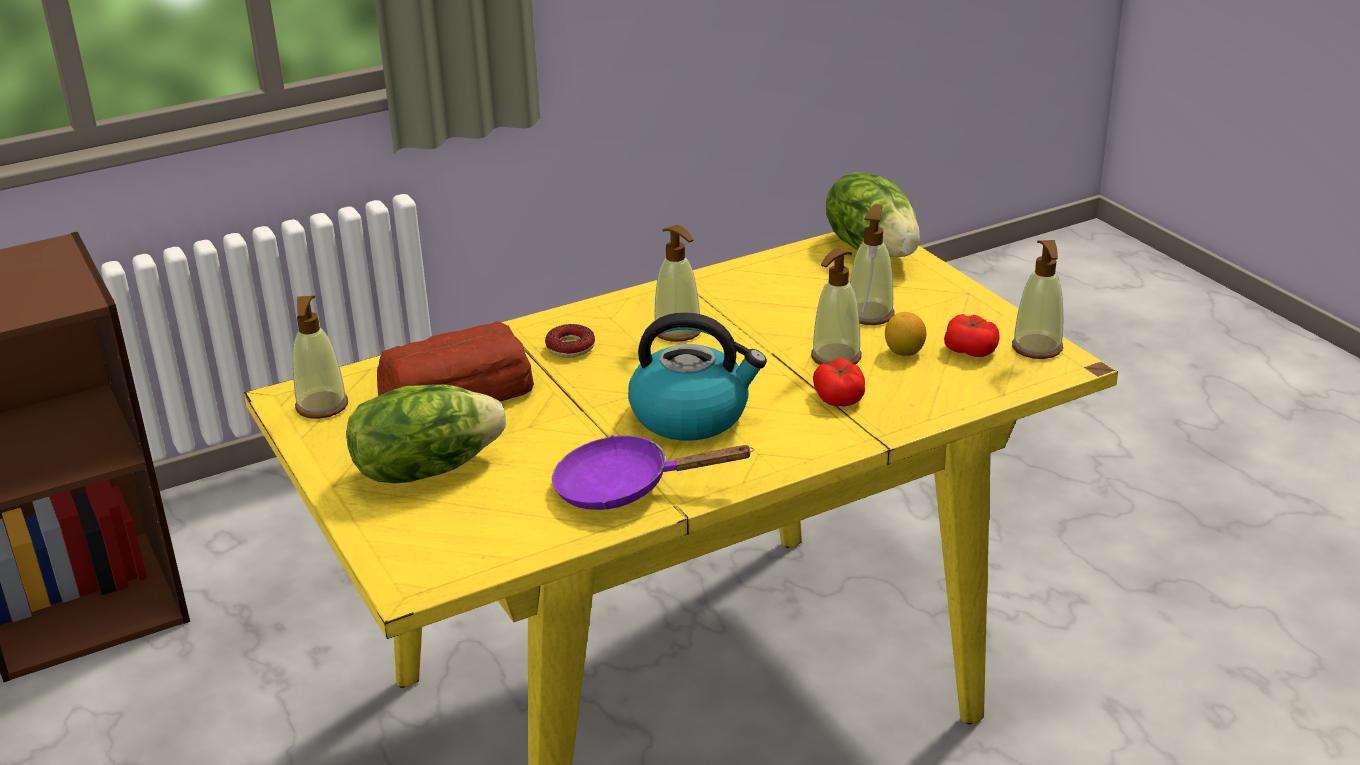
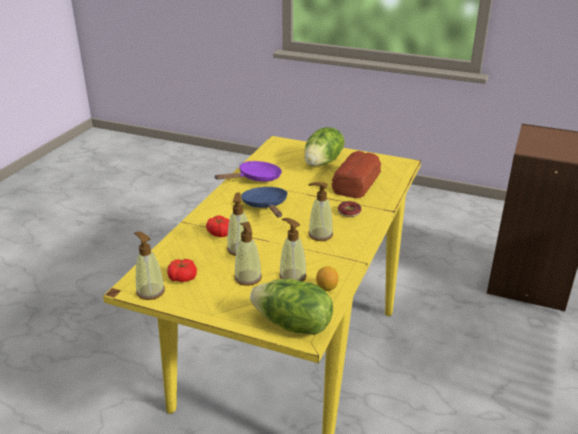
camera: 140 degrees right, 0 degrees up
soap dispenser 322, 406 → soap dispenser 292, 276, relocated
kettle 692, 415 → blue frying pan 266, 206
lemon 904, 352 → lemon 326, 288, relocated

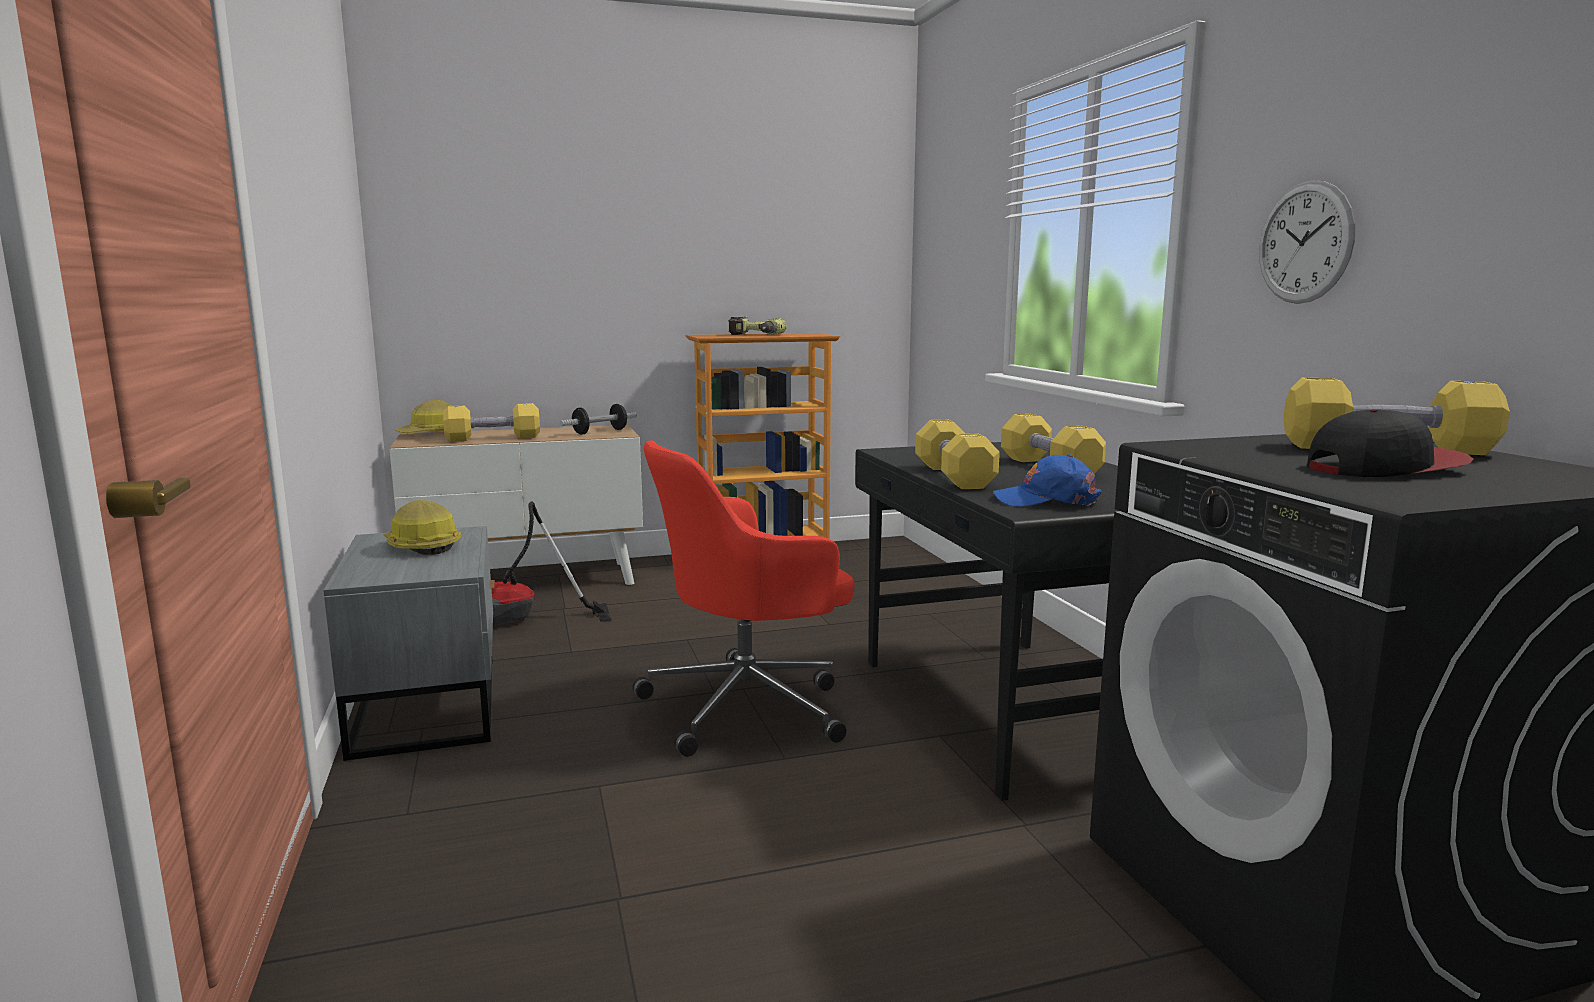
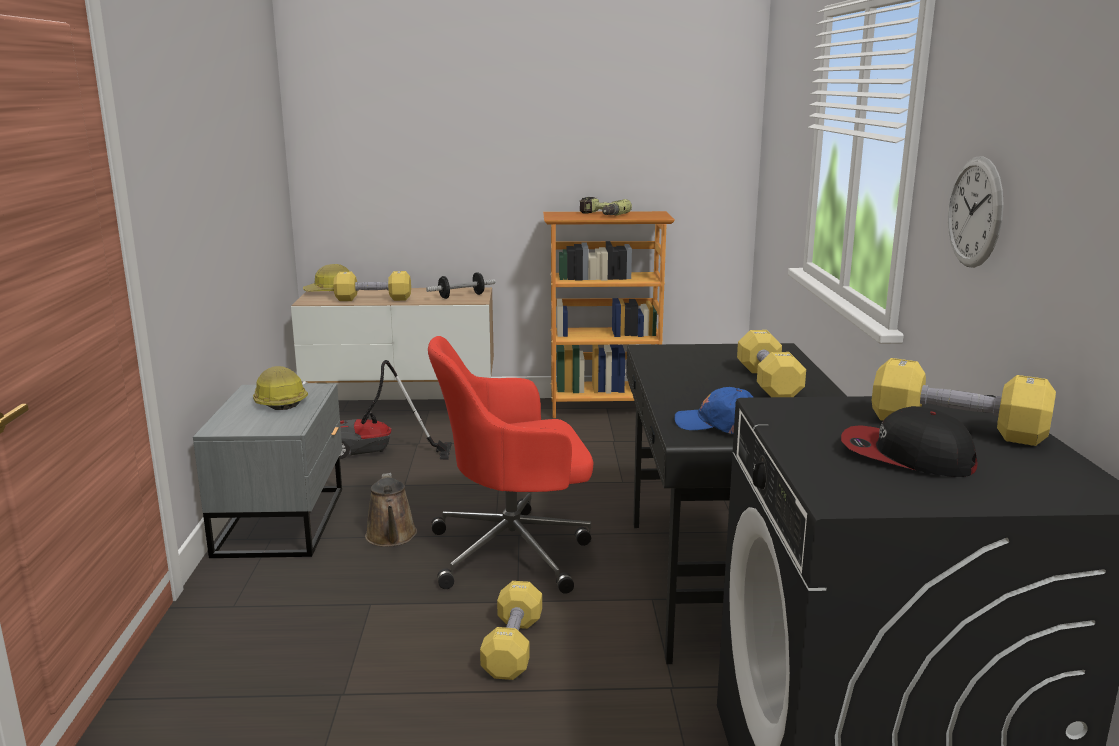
camera: 15 degrees right, 5 degrees up
yellow dumbbell 953, 477 → yellow dumbbell 513, 647, relocated
cap 1384, 468 → cap 906, 456, 150 degrees counterclockwise
- → brown watering can 391, 537

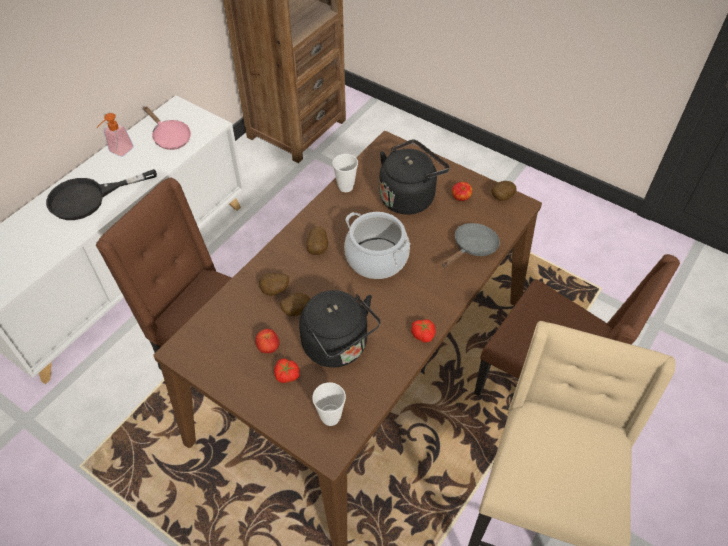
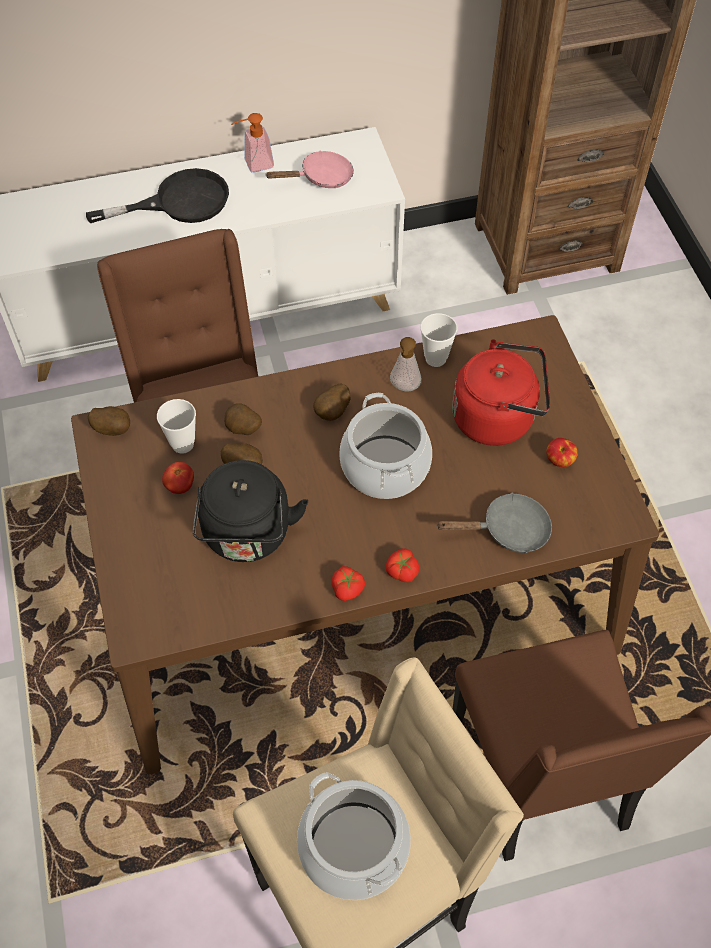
camera: 40 degrees right, 5 degrees up
black frying pan 88, 198 → black frying pan 179, 202, 150 degrees clockwise
pink frying pan 170, 137 → pink frying pan 321, 178, 105 degrees counterclockwise
tomato 286, 375 → tomato 401, 571, relocated
cup 330, 417 → cup 182, 444, relocated
black kettle 409, 196 → red kettle 498, 417
potato 501, 197 → potato 113, 429, relocated
- → cooking pot 354, 847
- → soap dispenser 404, 388

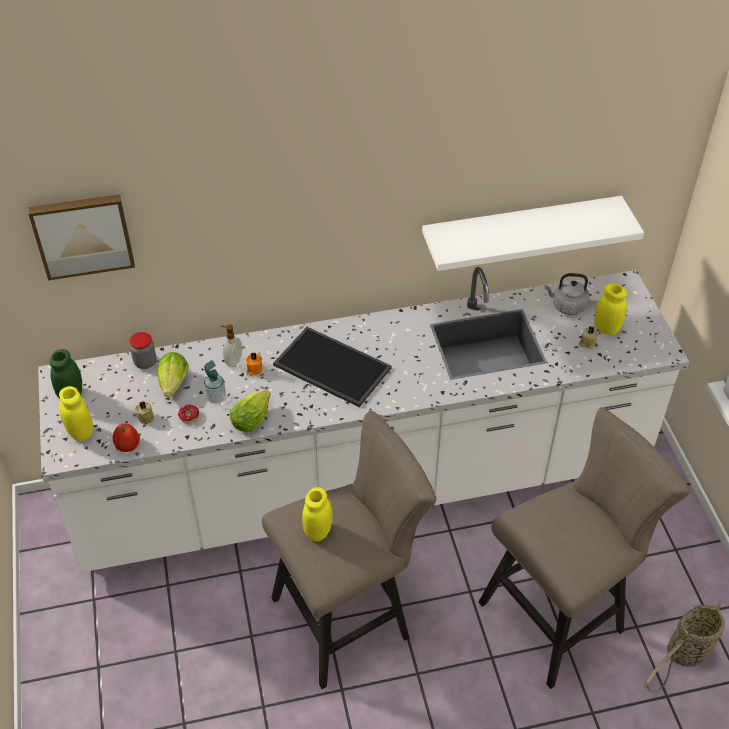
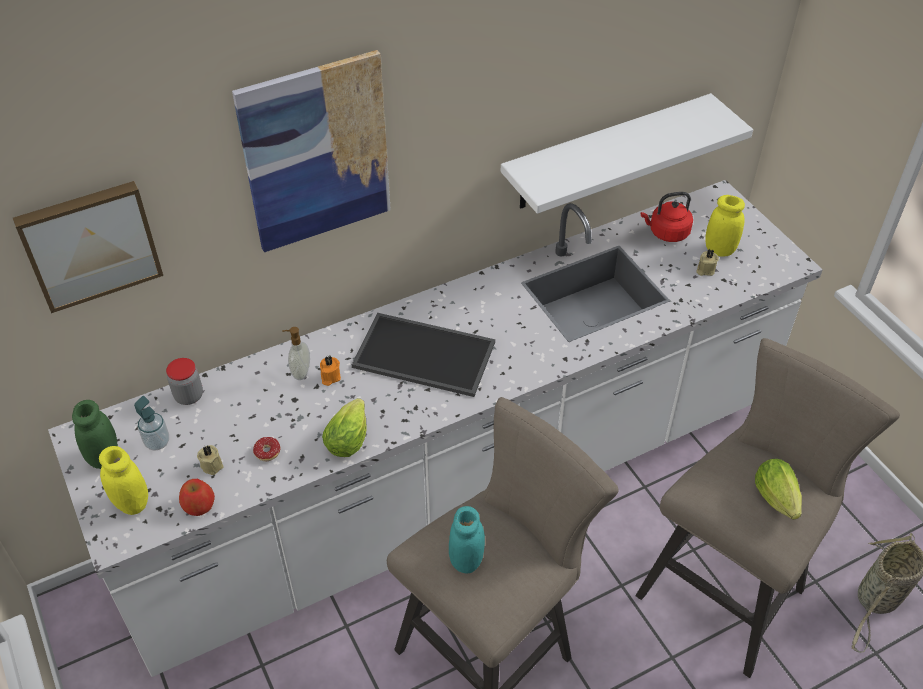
camera: 15 degrees left, 0 degrees up
lettuce 173, 386 → lettuce 777, 501, relocated
soap dispenser 216, 398 → soap dispenser 157, 442, relocated
yellow jar 318, 531 → turquoise jar 466, 560
grey kettle 566, 306 → red kettle 666, 233
- → picture 316, 153

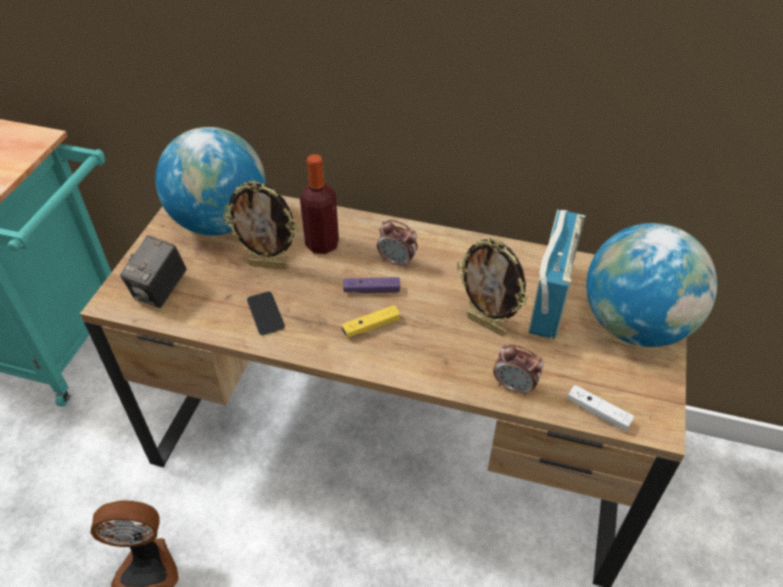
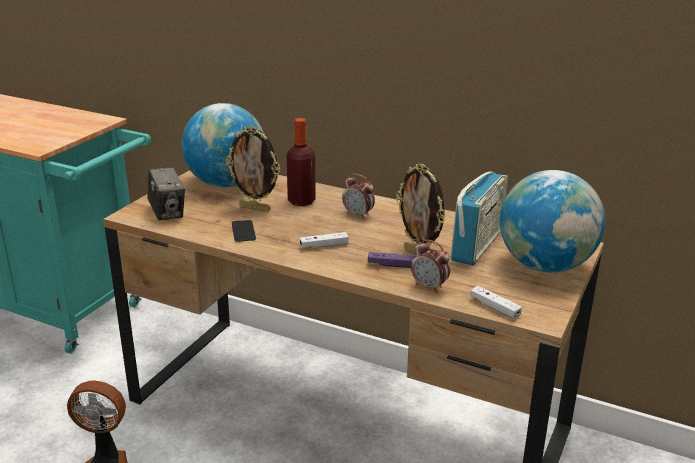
camera: 10 degrees right, 20 degrees down
photo camera 161, 291 → photo camera 168, 213, 60 degrees counterclockwise
yellow game controller 371, 326 → white game controller 324, 246
purple game controller 371, 290 → purple game controller 393, 265, relocated

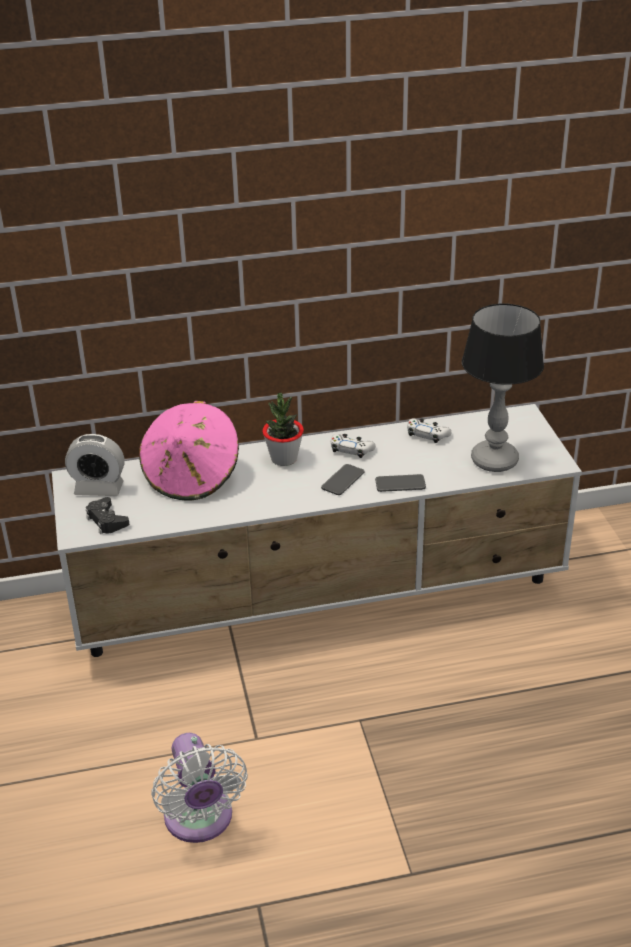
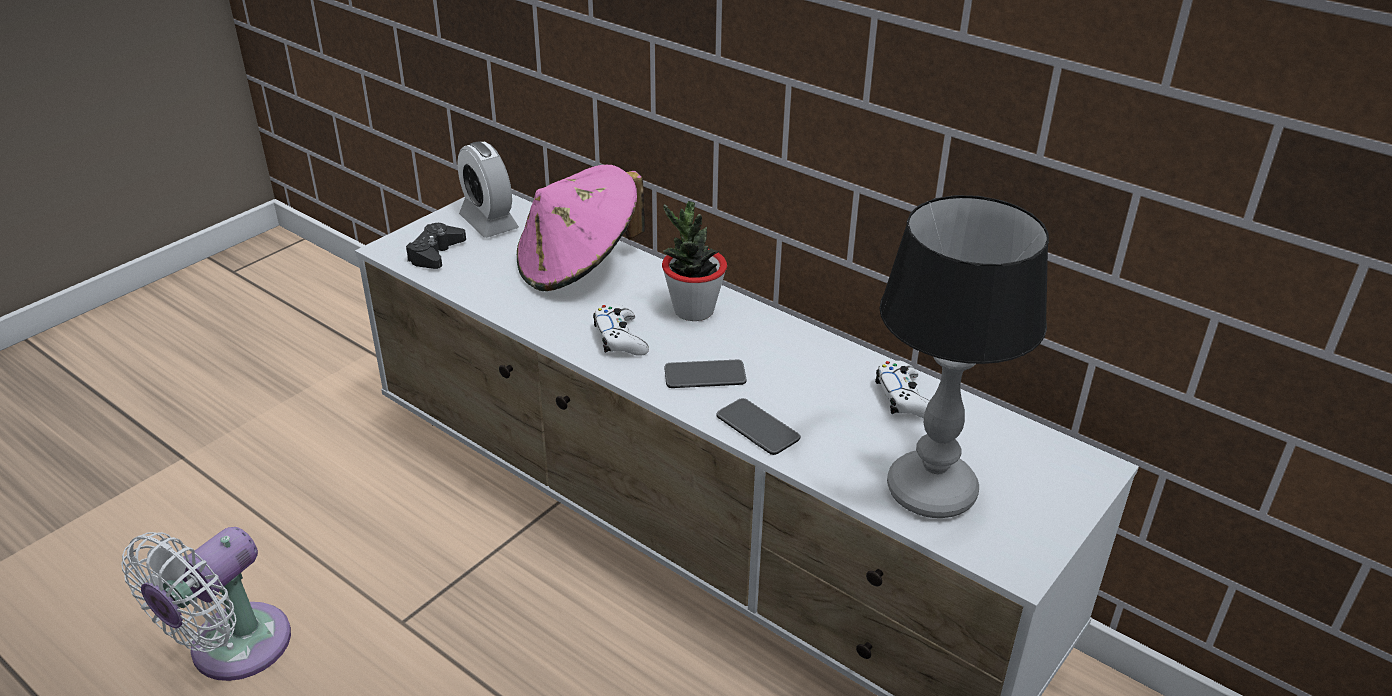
camera: 50 degrees right, 0 degrees up
white game controller 351, 450 → white game controller 620, 339, relocated

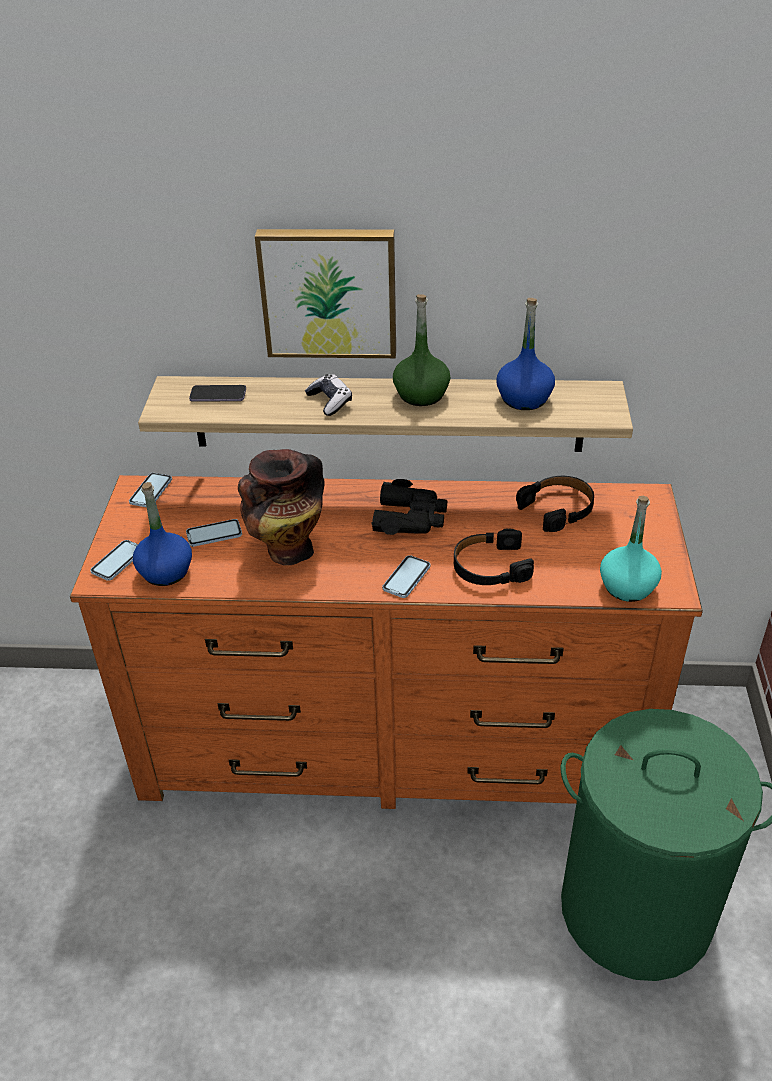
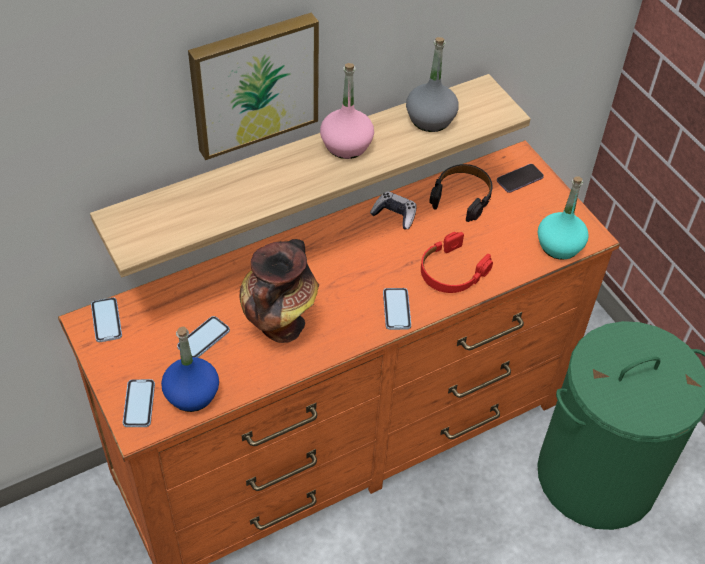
camera: 35 degrees left, 10 degrees up
phone 218, 395 → phone 519, 179, relocated
game controller 330, 401 → game controller 394, 215, relocated
black binoculars 410, 518 → -
green bottle 421, 394 → pink bottle 346, 145
black headphones 490, 567 → red headphones 451, 271
blue bottle 524, 398 → grey bottle 430, 119

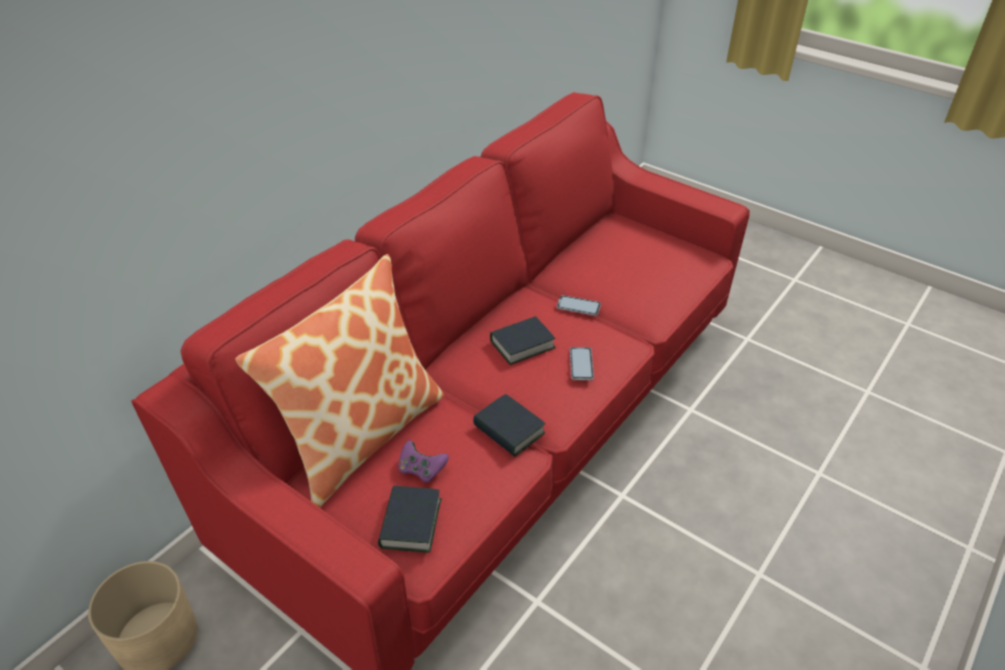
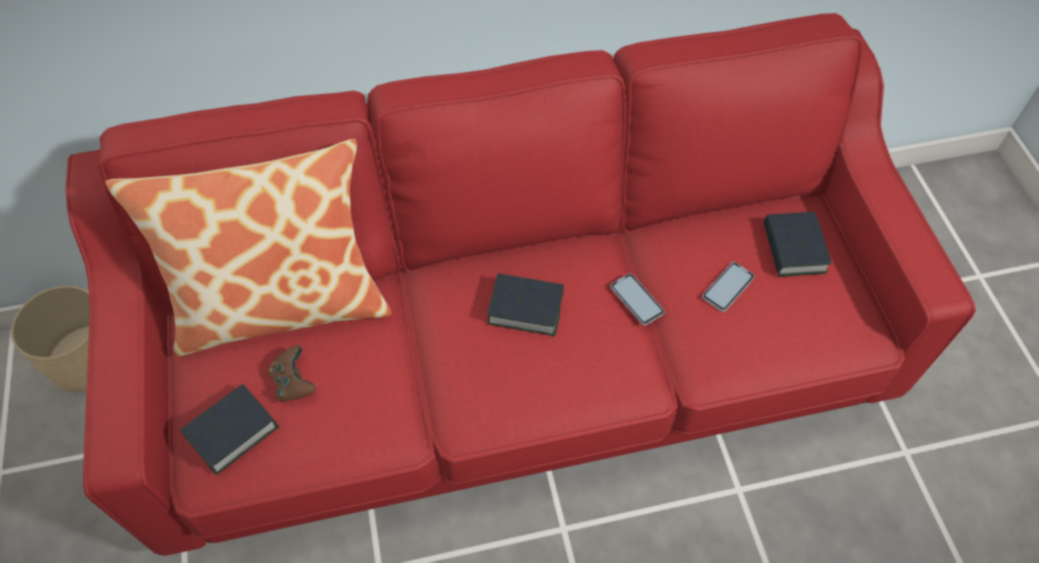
camera: 40 degrees right, 15 degrees up
purple game controller 421, 470 → brown game controller 293, 382
book 509, 430 → book 793, 249, relocated
phone 581, 364 → phone 728, 287, relocated

